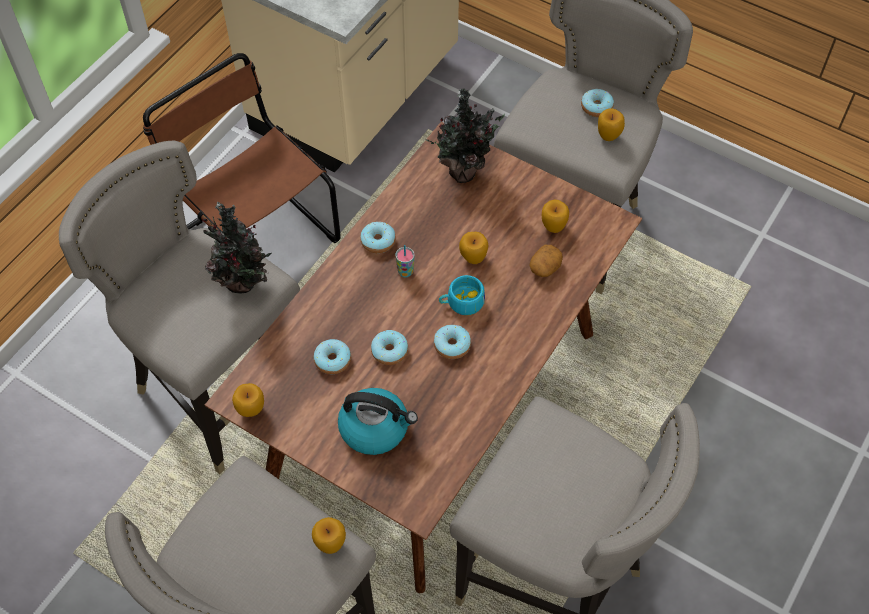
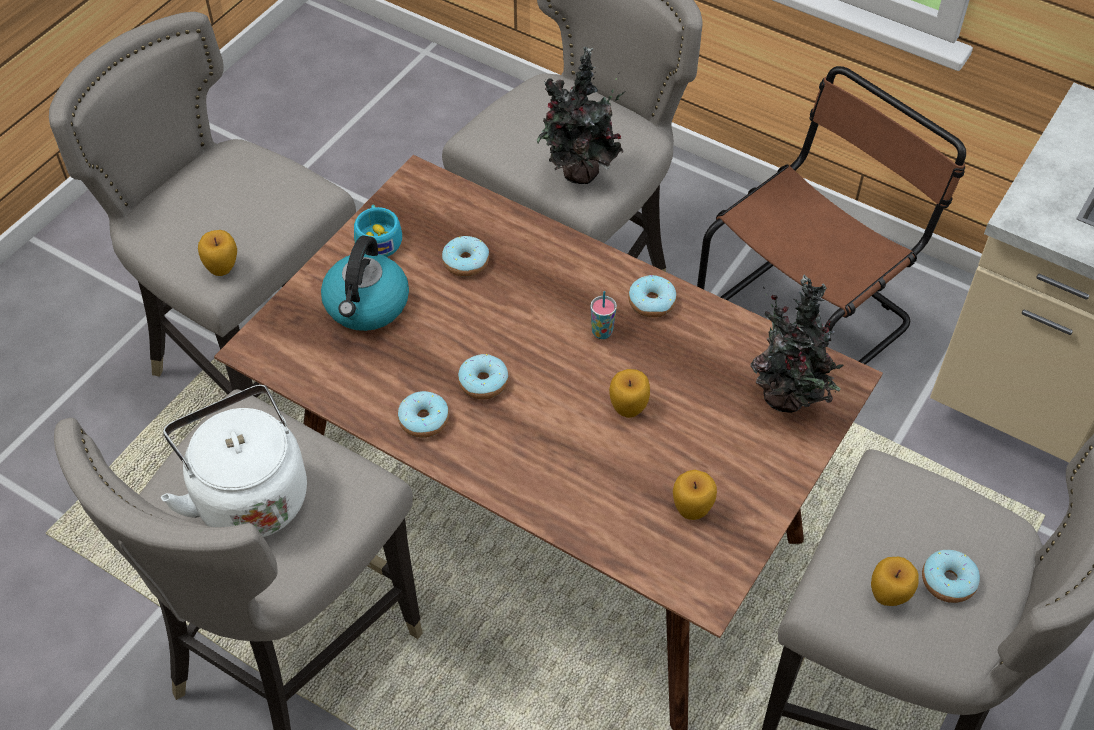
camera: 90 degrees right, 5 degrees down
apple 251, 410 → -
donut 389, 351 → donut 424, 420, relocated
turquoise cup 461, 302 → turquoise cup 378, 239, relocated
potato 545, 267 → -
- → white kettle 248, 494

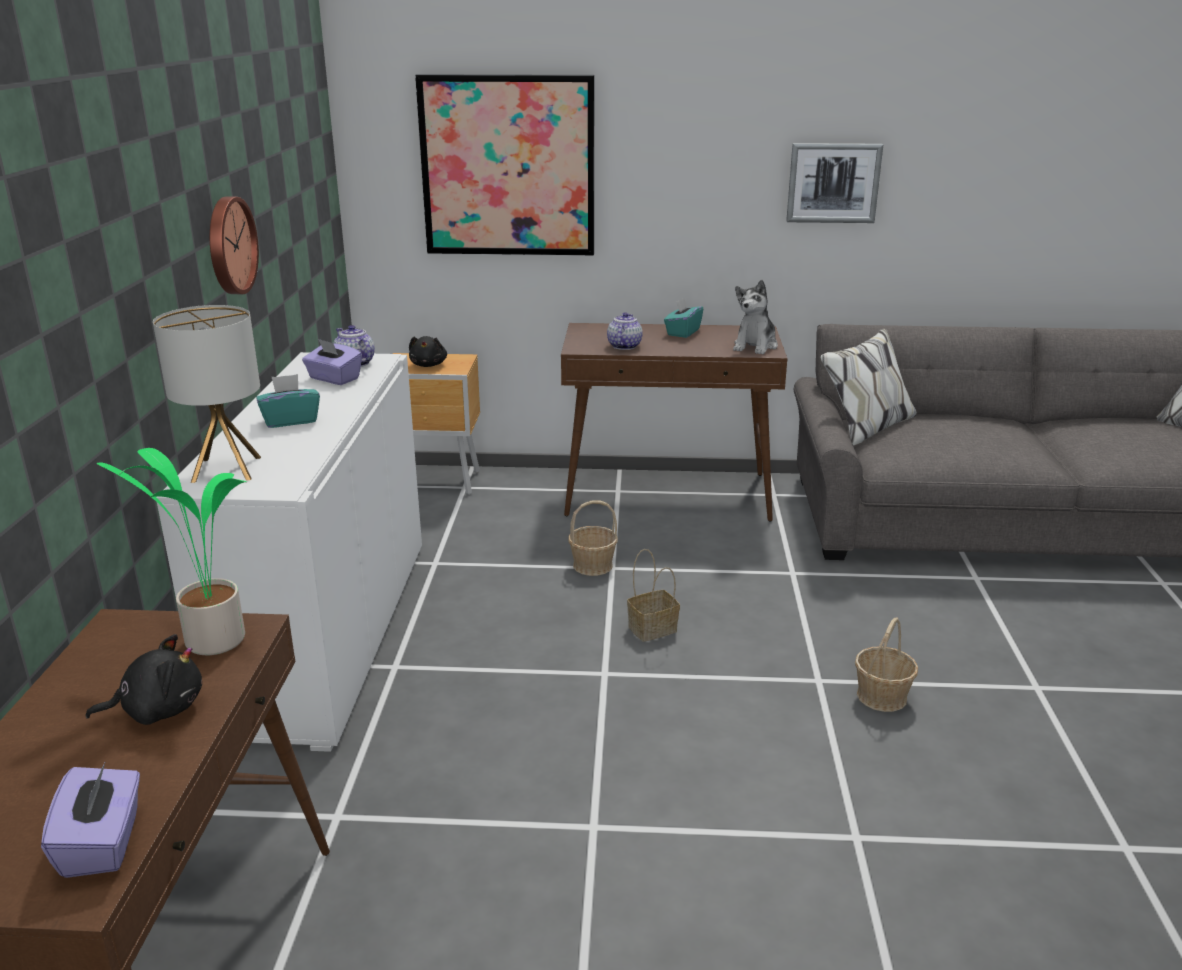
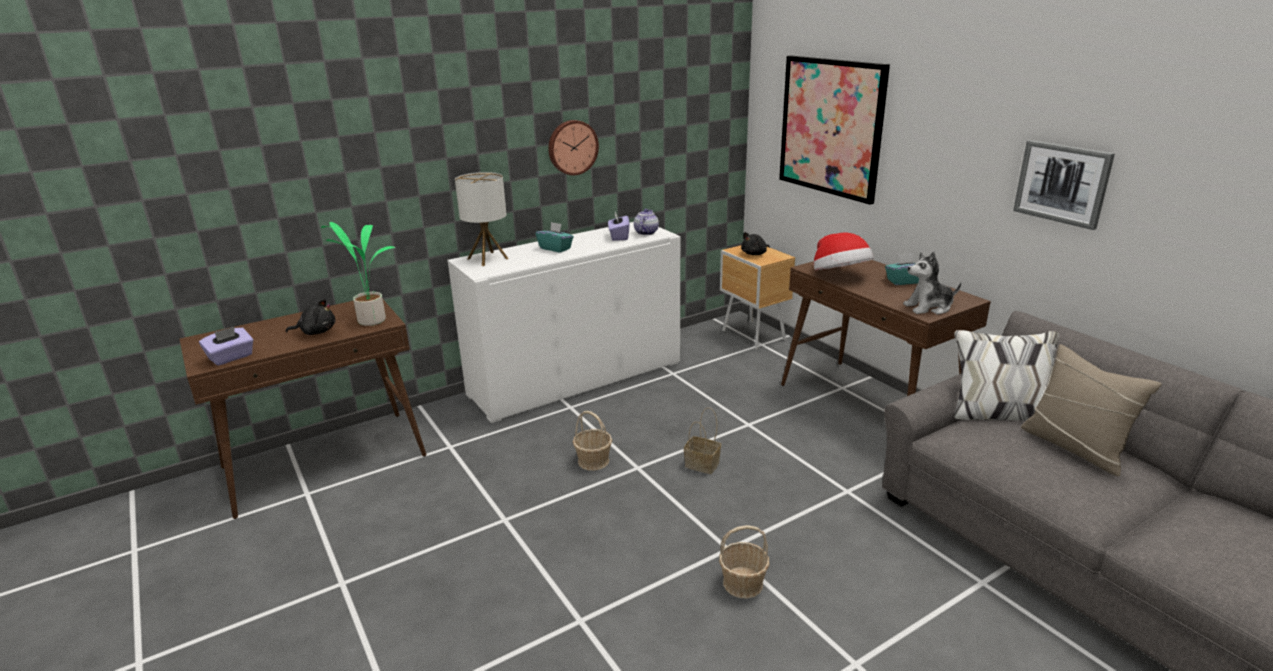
camera: 55 degrees right, 0 degrees up
black plush toy 158, 709 → black plush toy 316, 332, 45 degrees counterclockwise
basket 592, 565 → basket 593, 461, relocated
teapot 624, 346 → hat 839, 276
- → beige pillow 1075, 447

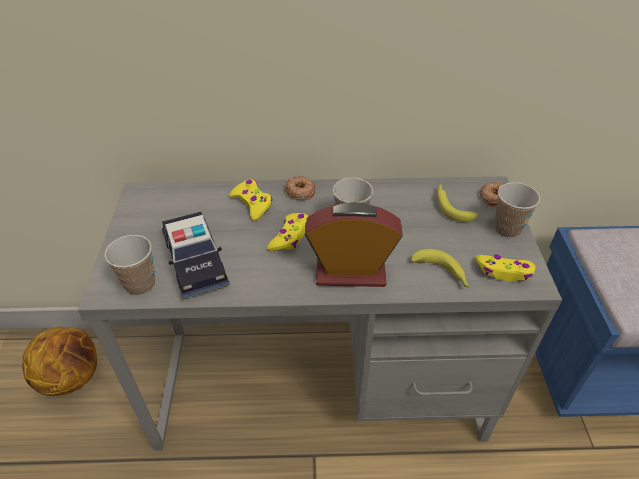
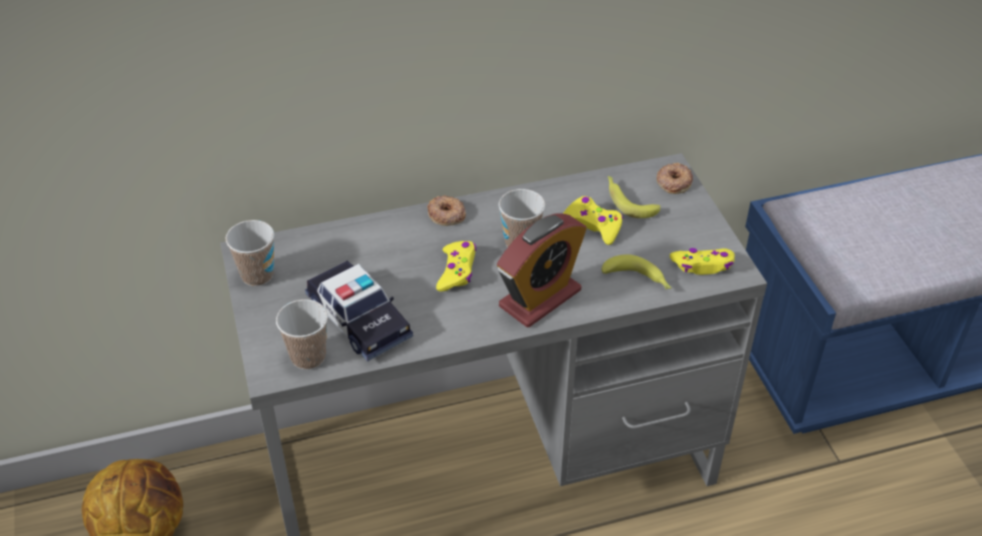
camera: 15 degrees left, 0 degrees up
yellow game controller 252, 203 → yellow game controller 593, 225, relocated
alarm clock 350, 273 → alarm clock 540, 298, 150 degrees clockwise
cup 507, 229 → cup 257, 275, relocated

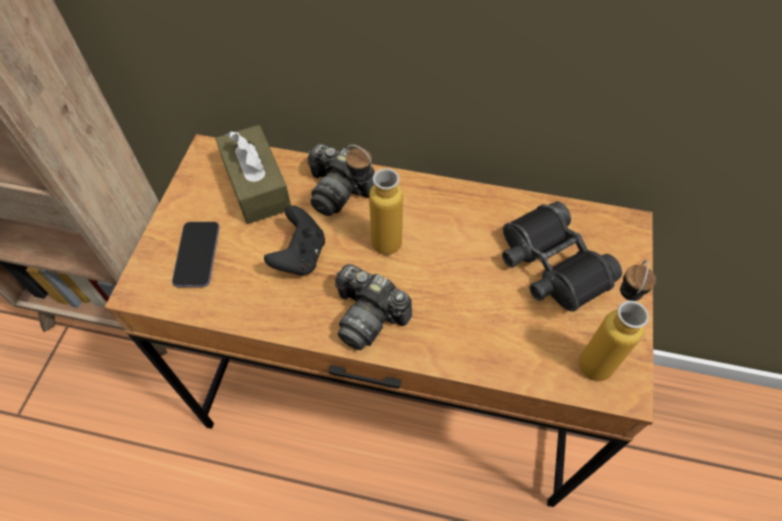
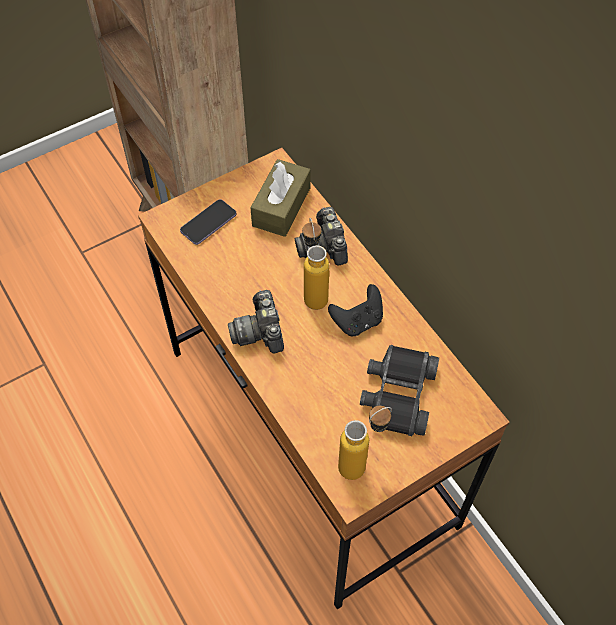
camera: 45 degrees right, 0 degrees up
black game controller 300, 256 → black game controller 357, 321, relocated

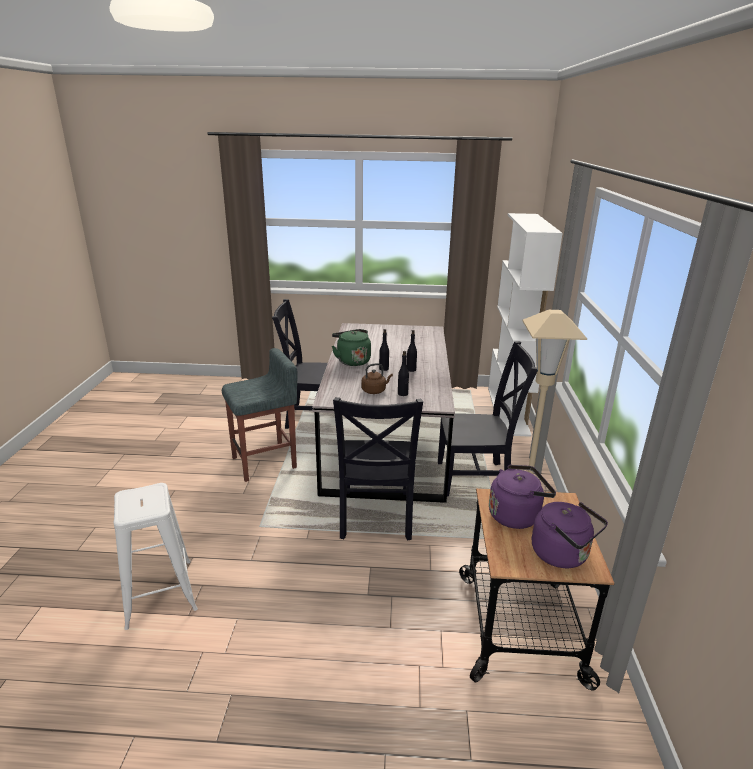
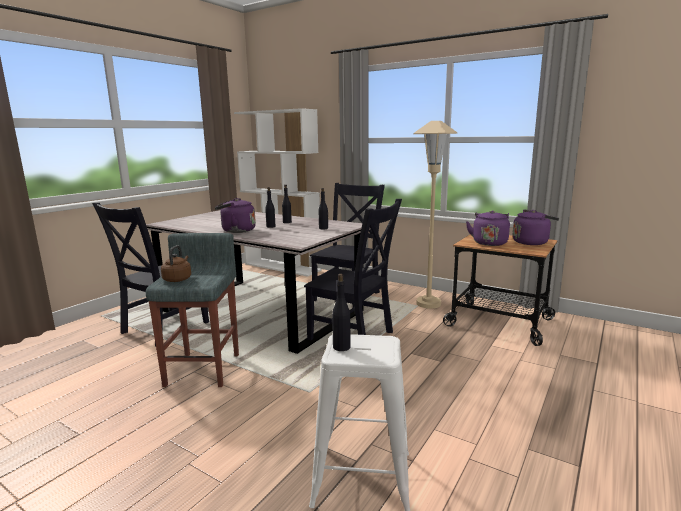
camera: 60 degrees left, 10 degrees down
green kettle 352, 361 → purple kettle 236, 231
brown kettle 375, 391 → brown kettle 178, 279, relocated
- → black bottle 341, 347

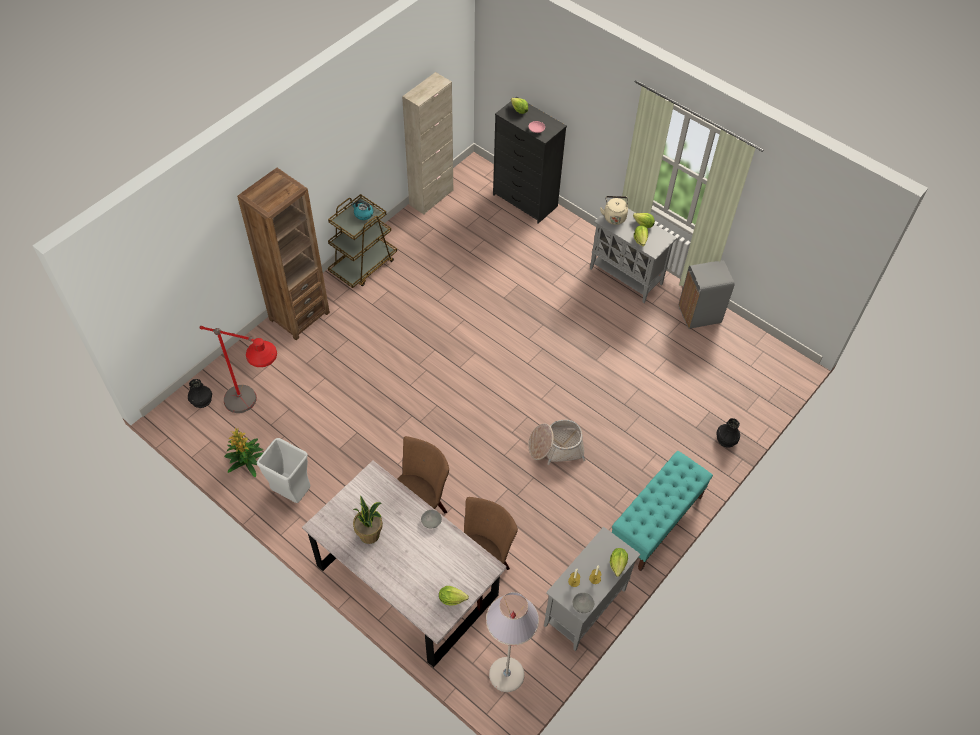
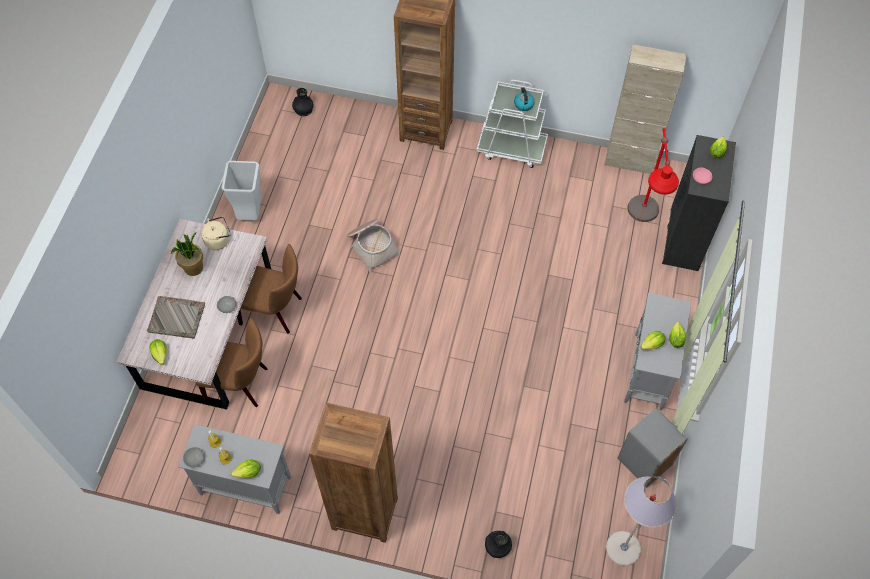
camera: 65 degrees right, 5 degrees up
red floor lamp 257, 411 → red floor lamp 641, 227, relocated
potted plant 246, 461 → -
brown cart 363, 265 → white cart 512, 148
grey floor lamp 506, 674 → grey floor lamp 623, 548, relocated
basket 556, 447 → basket 372, 246, relocated
beige kettle 614, 216 → beige kettle 219, 240, relocated
turquoise bench 655, 522 → brown bookcase 364, 514
- → grey tray 177, 318

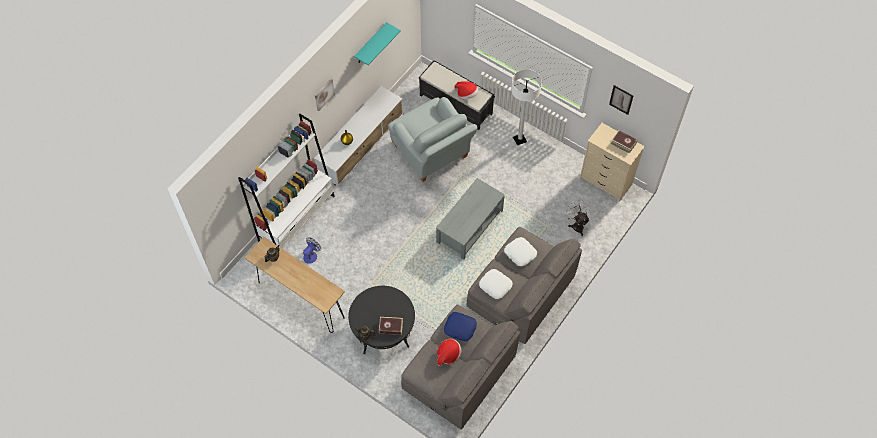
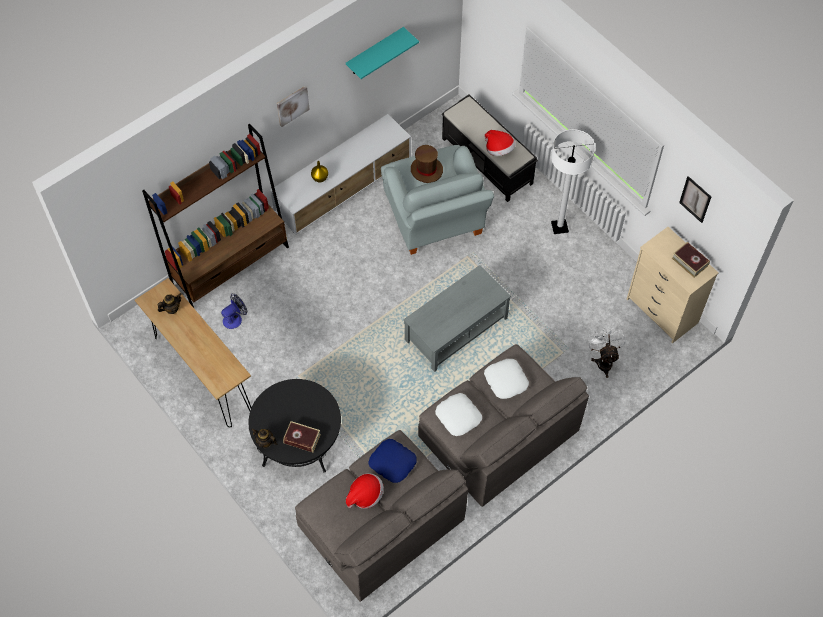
camera: 15 degrees right, 0 degrees up
white bookcase 297, 219 → brown bookcase 231, 266
- → brown hat 426, 170

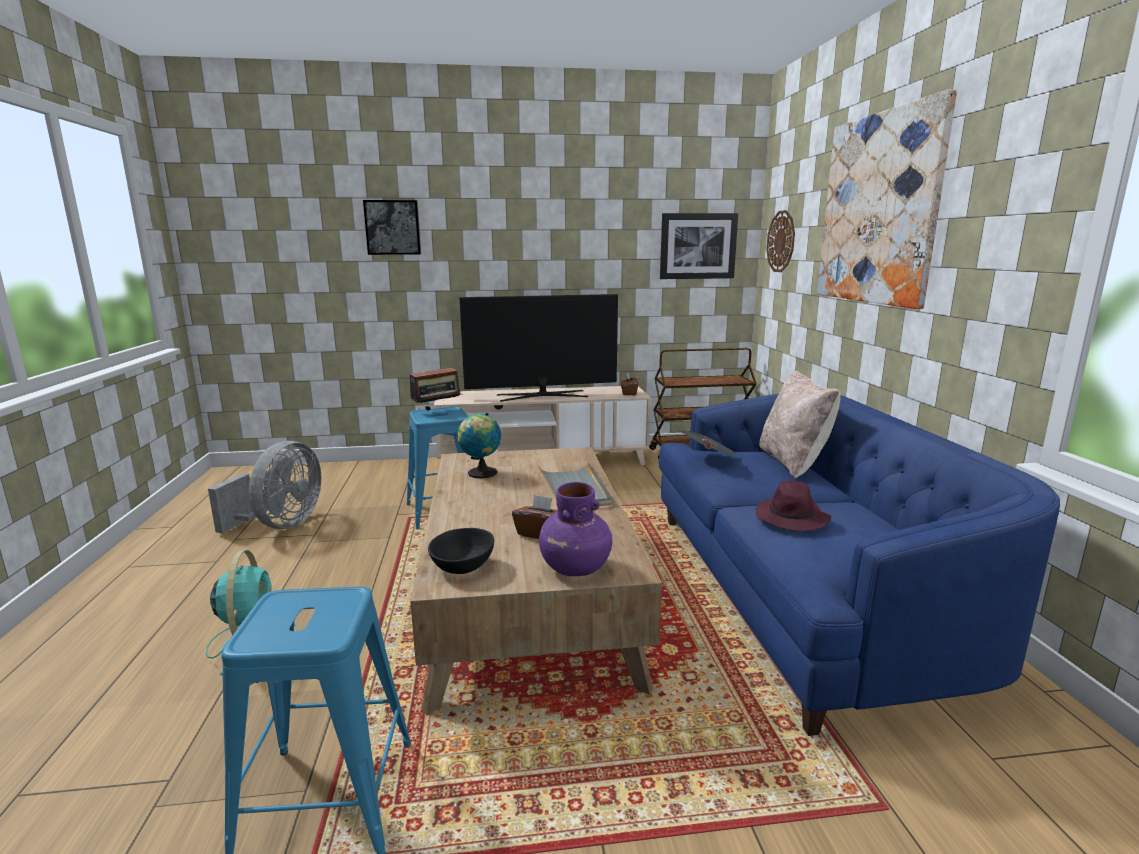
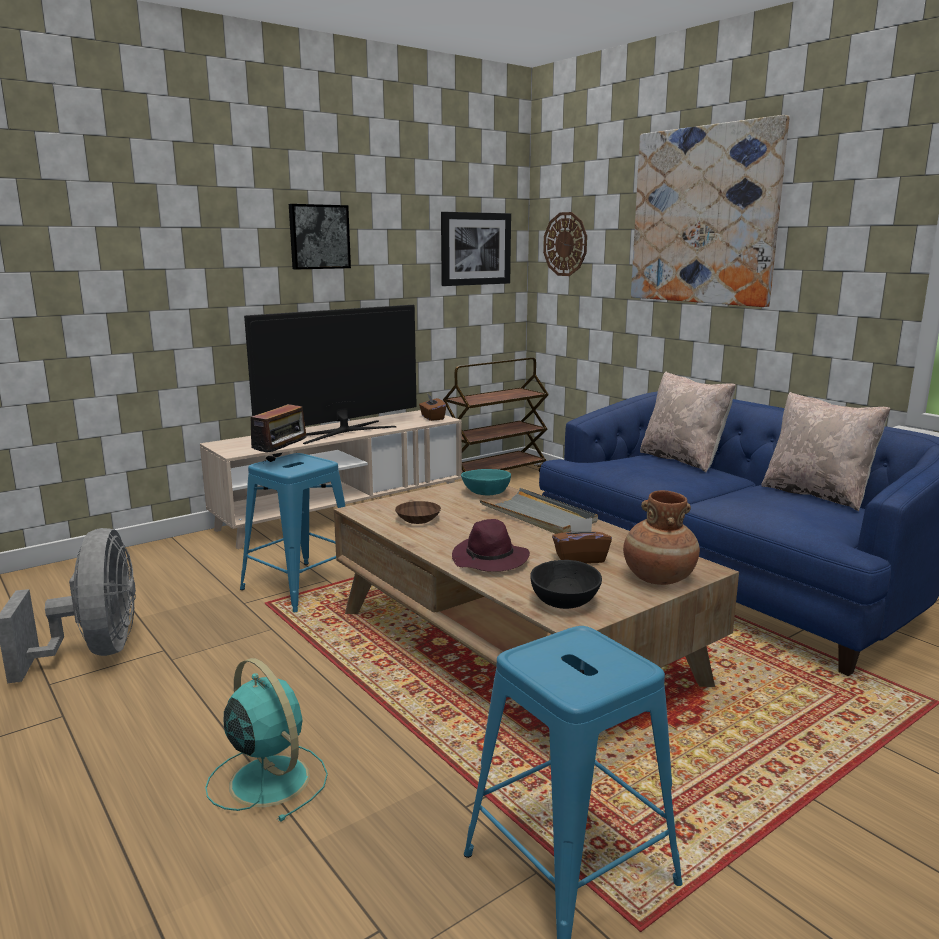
camera: 30 degrees left, 0 degrees up
picture 393, 227 → picture 318, 237, relocated
globe 480, 473 → brown bowl 418, 520
purple vase 575, 567 → brown vase 658, 577
newspaper 710, 460 → -
purple hat 792, 519 → purple hat 490, 560, relocated
- → turquoise bowl 486, 493
- → beige pillow 817, 495

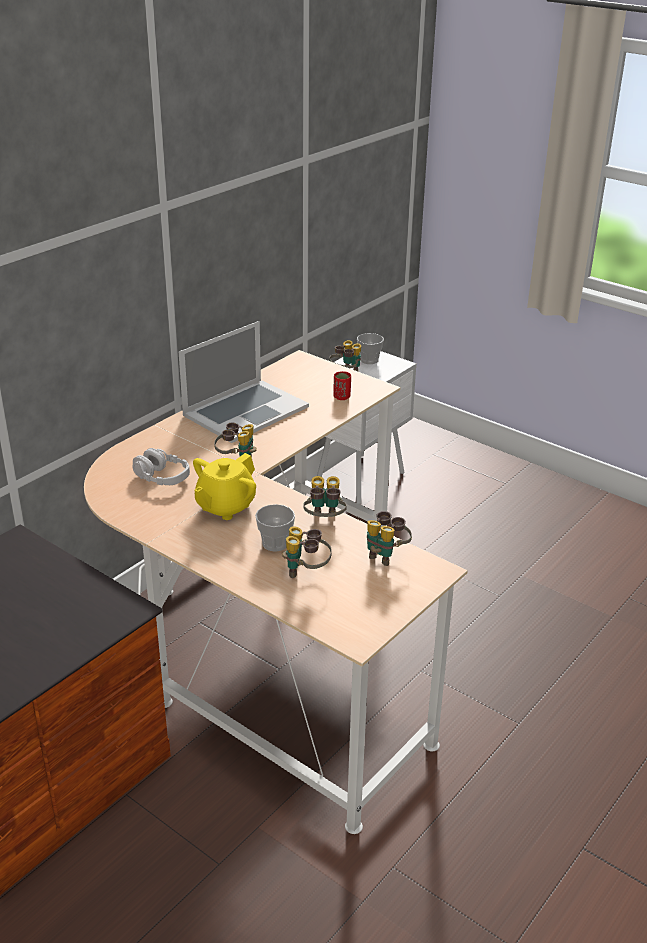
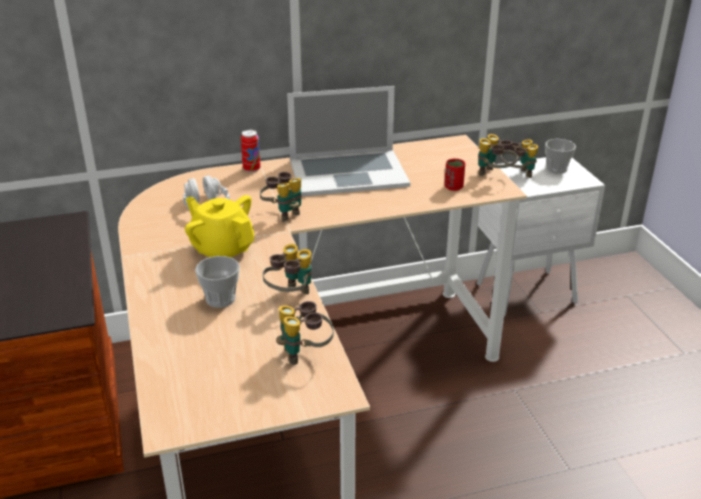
camera: 35 degrees right, 0 degrees up
yellow teapot 225, 506 → yellow teapot 222, 249, 60 degrees clockwise
binoculars 306, 572 → binoculars 494, 175, relocated
- → can 251, 169

